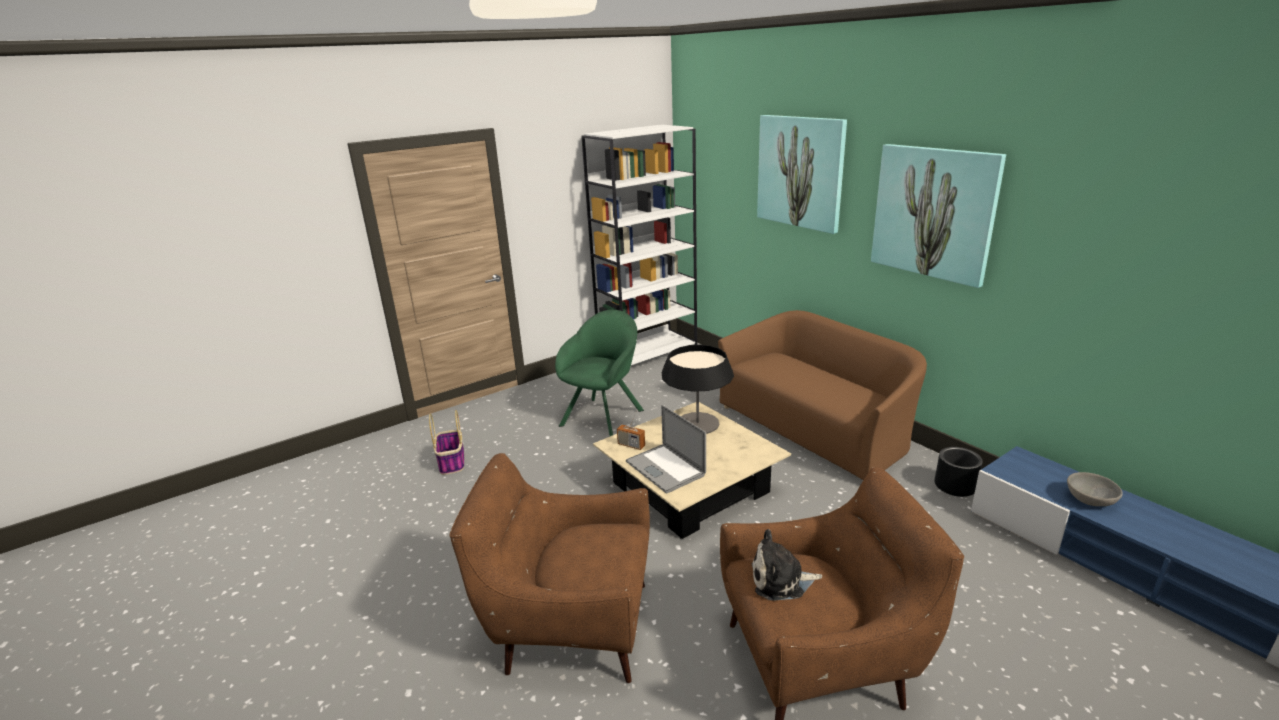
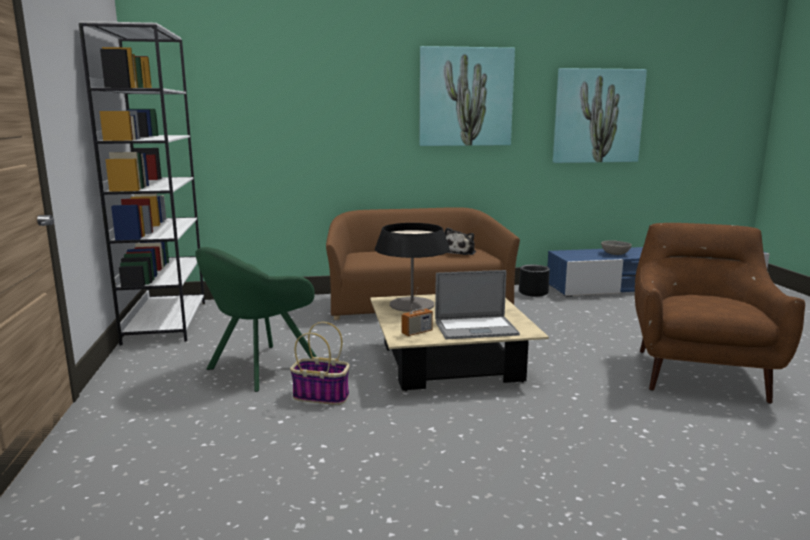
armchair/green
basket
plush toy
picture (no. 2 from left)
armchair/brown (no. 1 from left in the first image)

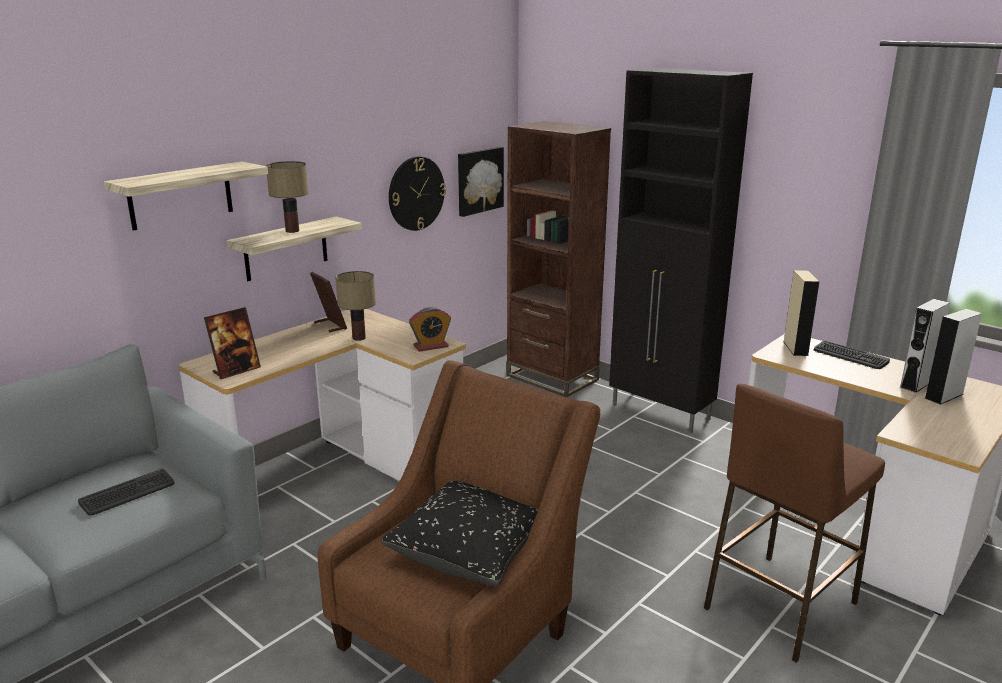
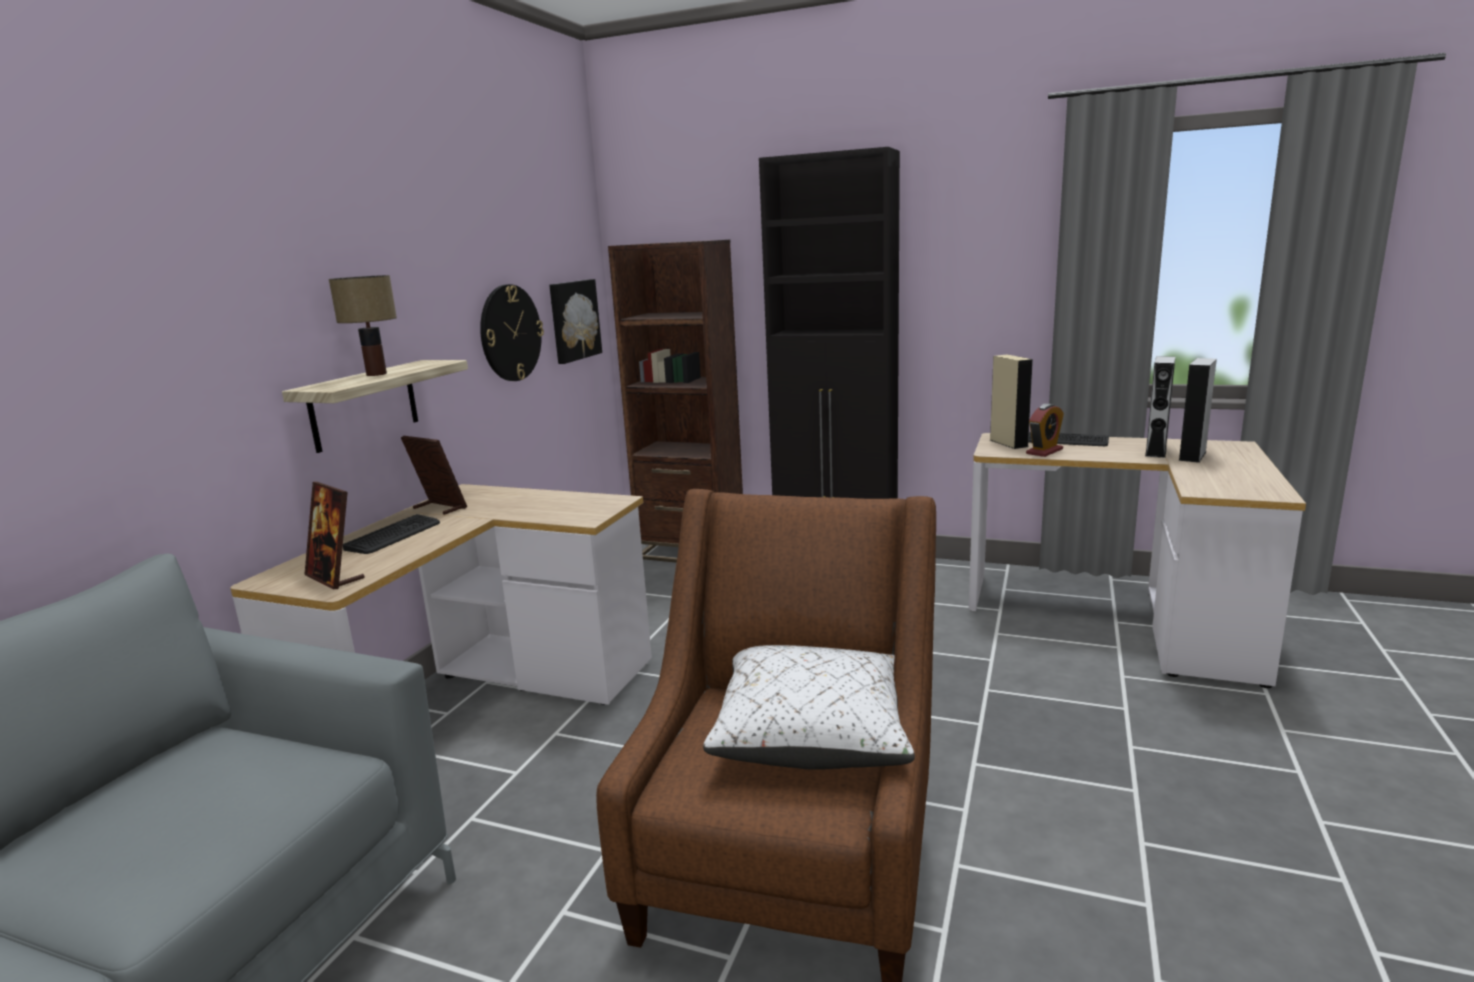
picture frame (no. 1 from left)
keyboard (no. 1 from left)
pillow/white
alarm clock
shelf (no. 1 from left in the first image)
table lamp (no. 2 from left in the first image)
stool/brown

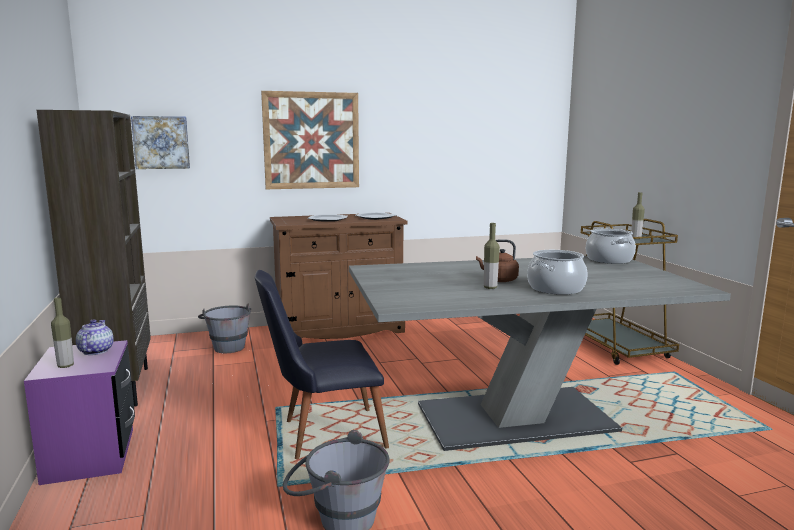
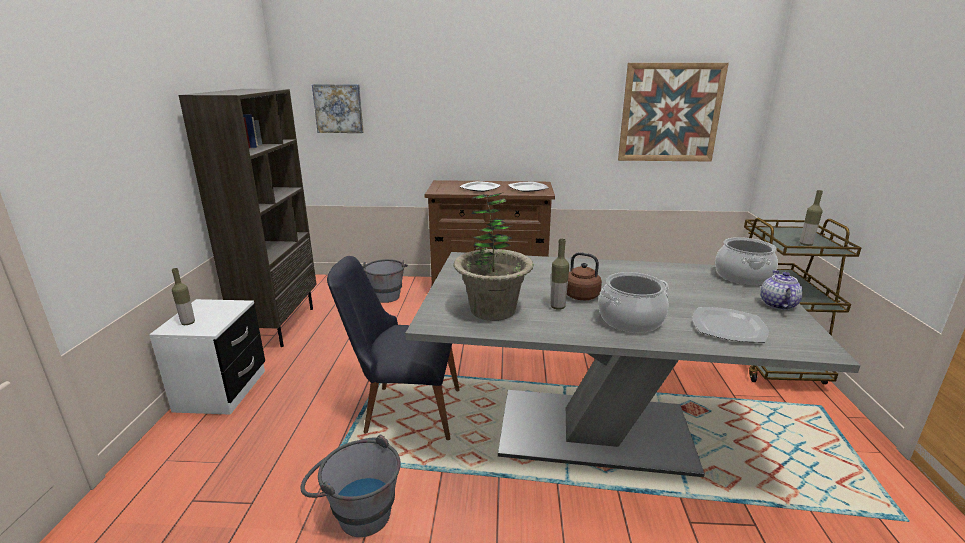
nightstand/white
potted plant
picture (no. 2 from left)
plate (no. 3 from left)
teapot

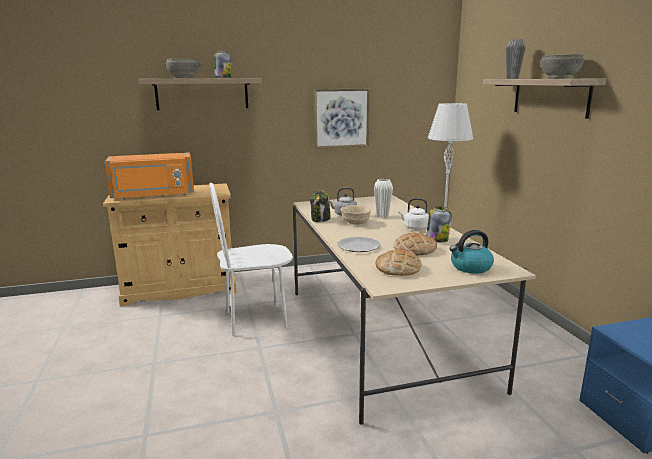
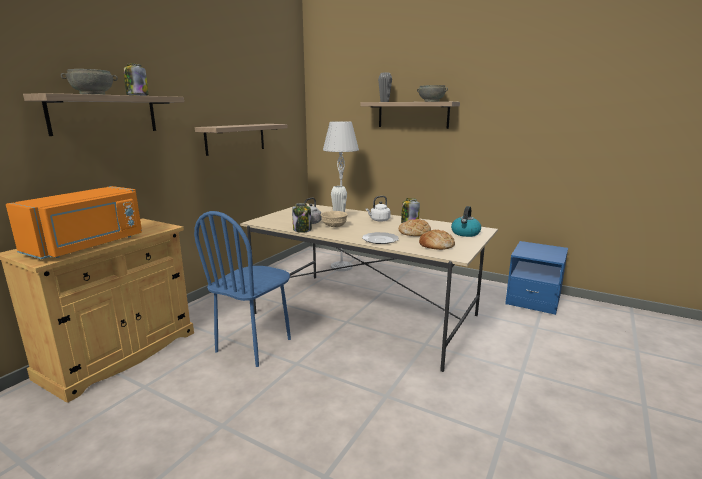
chair/blue
shelf (no. 2 from left)

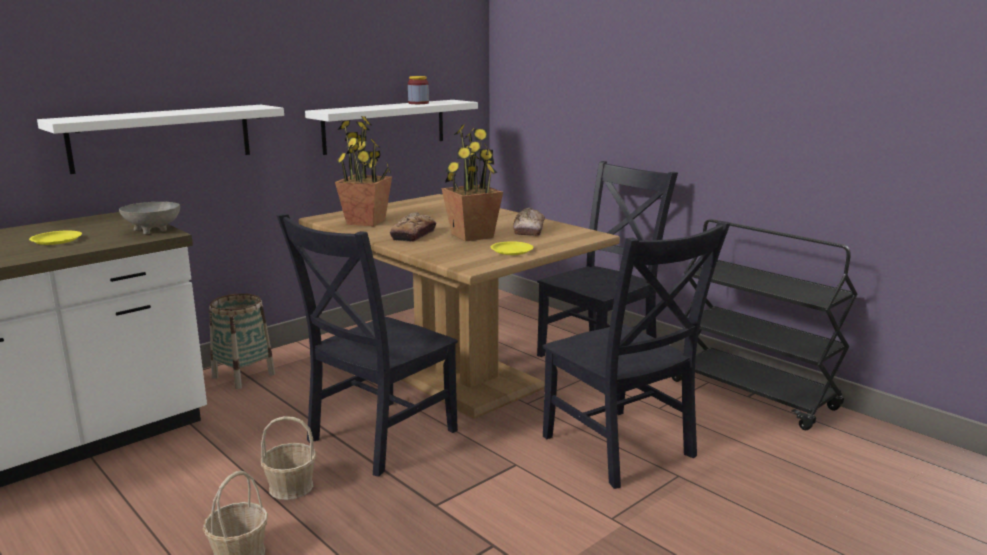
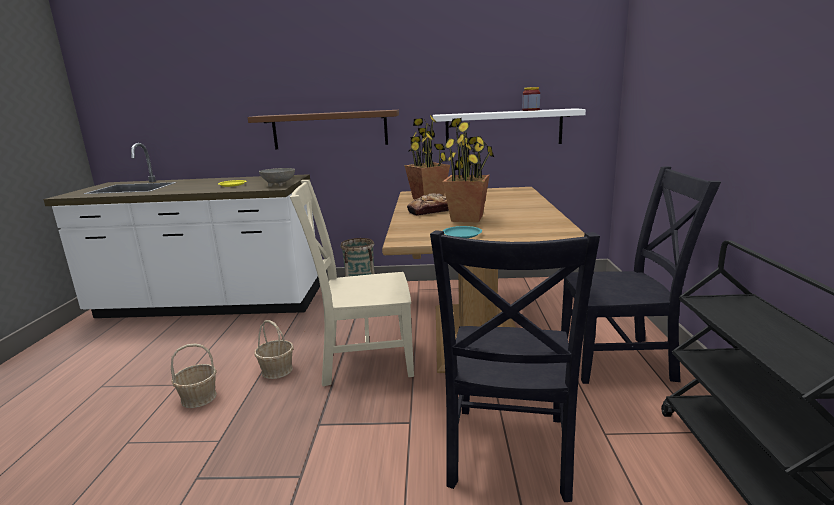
shelf/brown
chair/beige
plate/turquoise
bread (no. 2 from left in the first image)

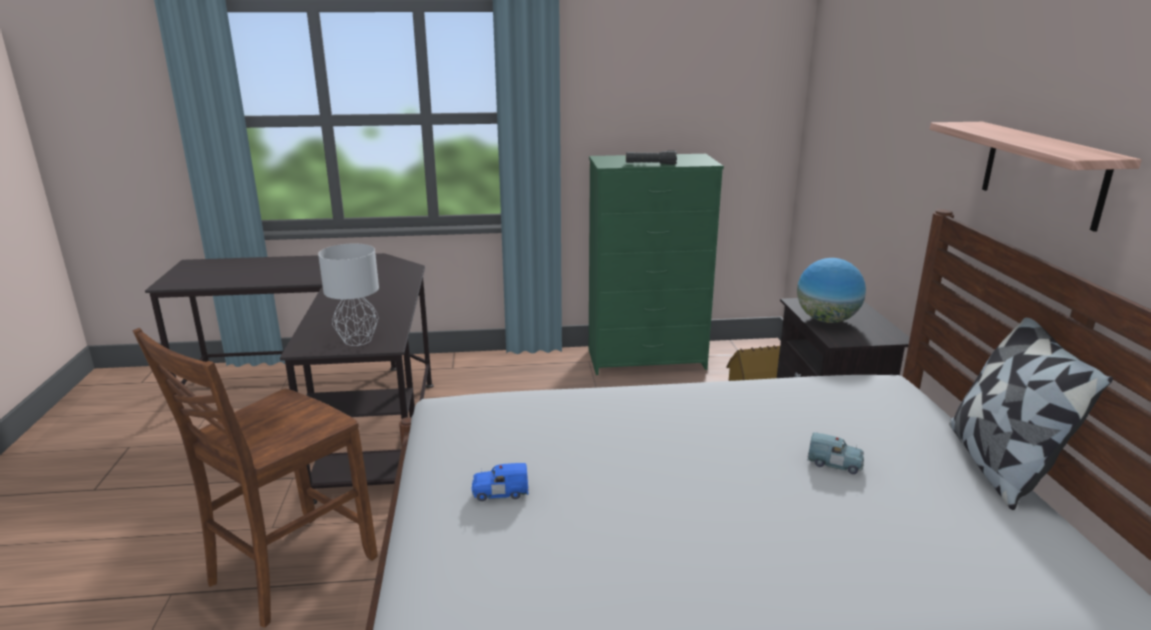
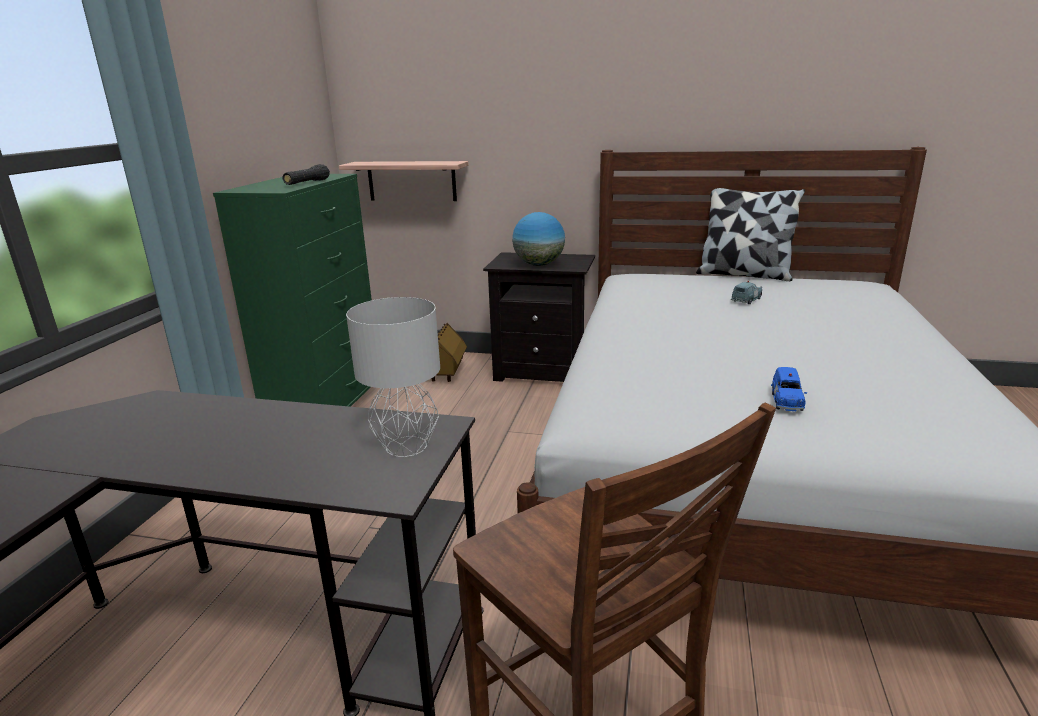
shelf

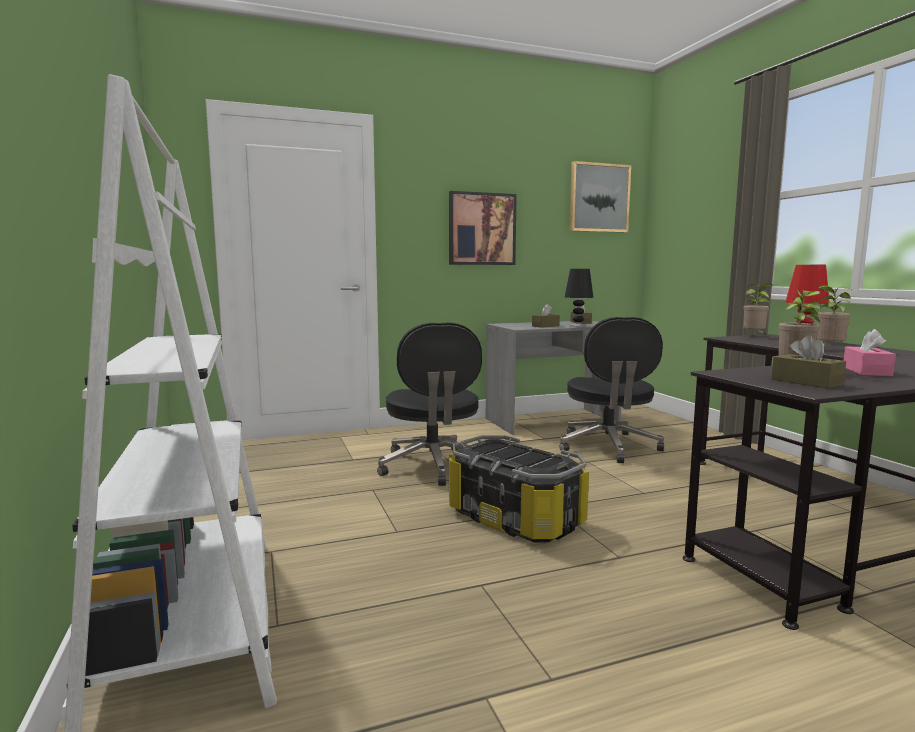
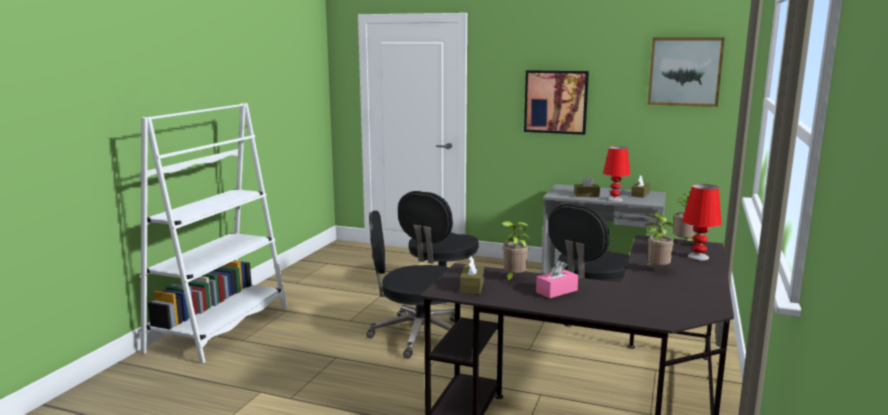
office chair/black (no. 1 from left)
table lamp/red (no. 1 from left)

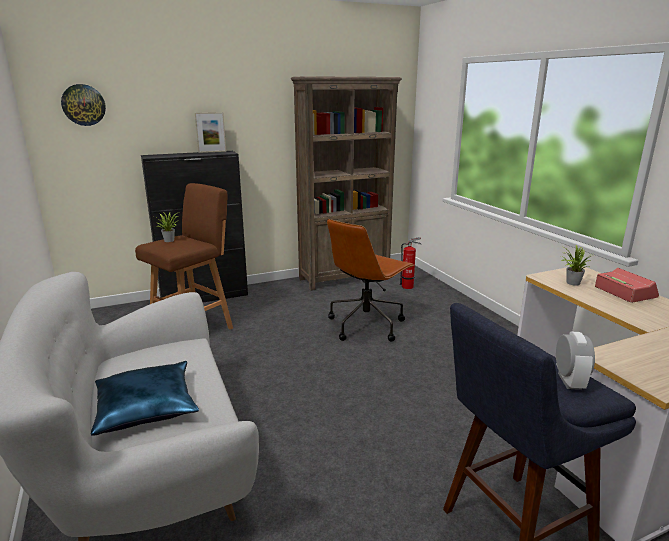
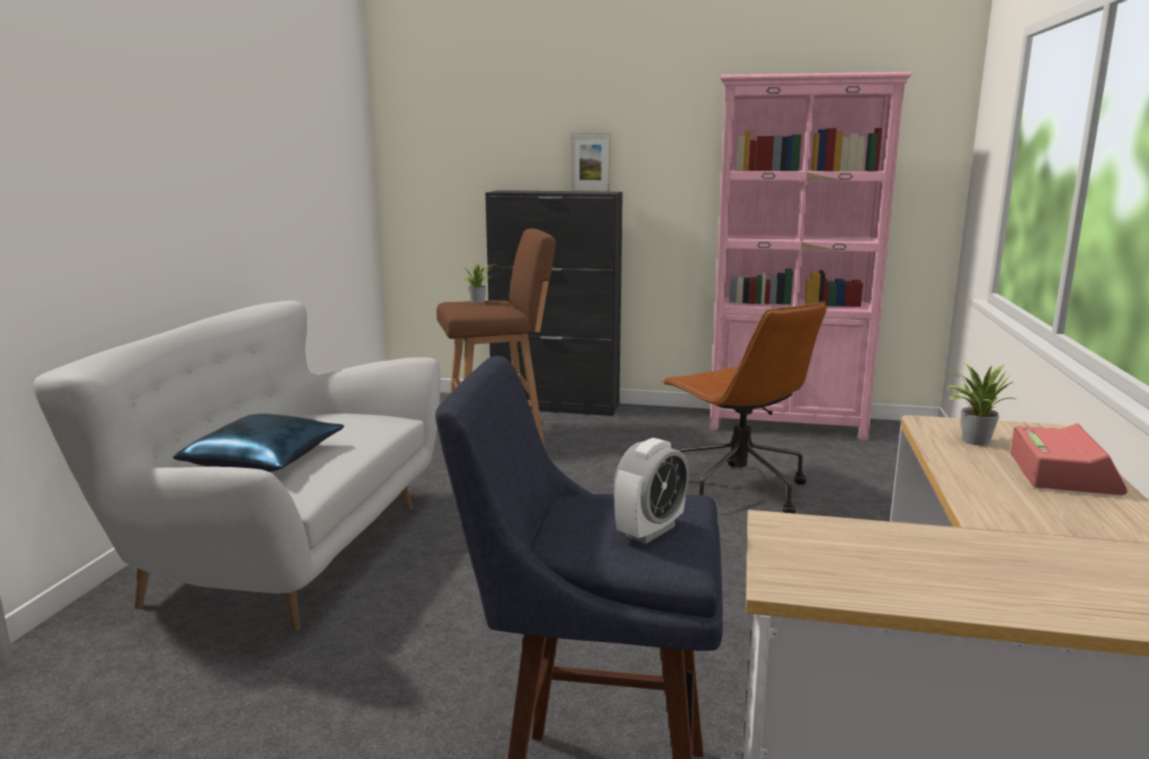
office chair/brown
bookcase/pink
wall clock
fire extinguisher

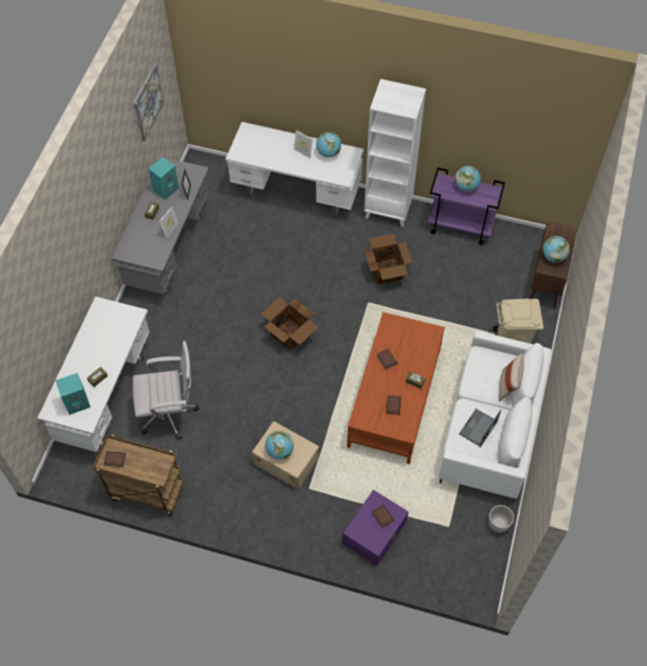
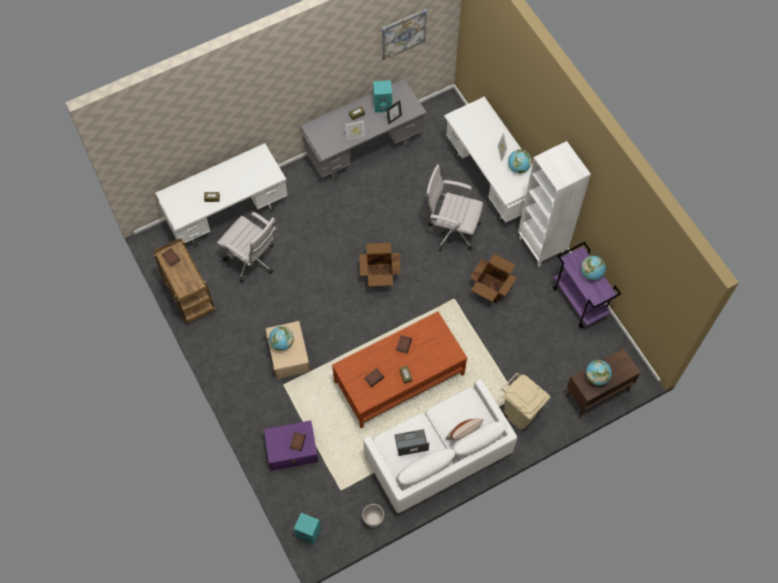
speaker/turquoise (no. 1 from left)
office chair/white (no. 2 from left)

